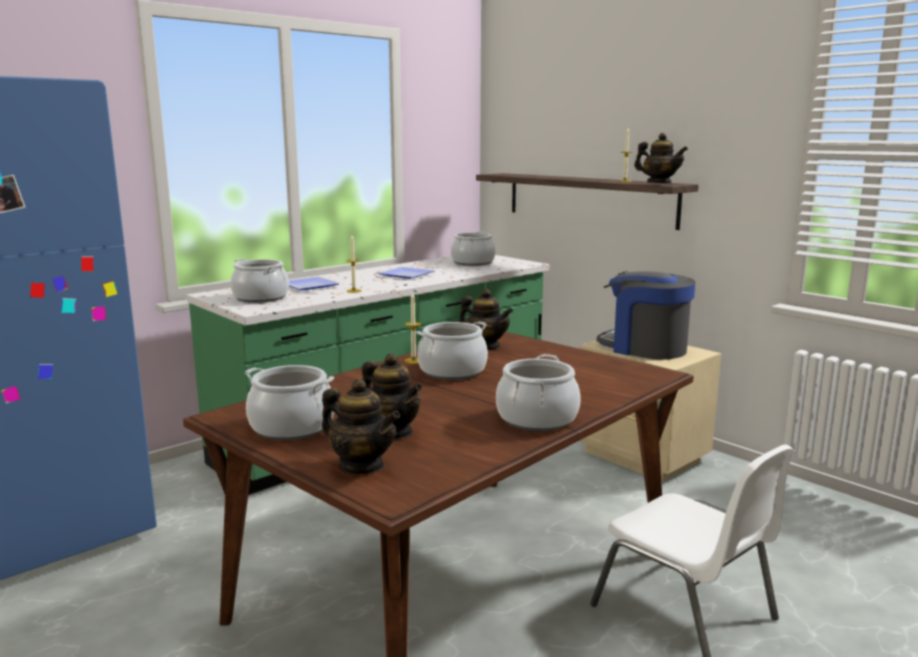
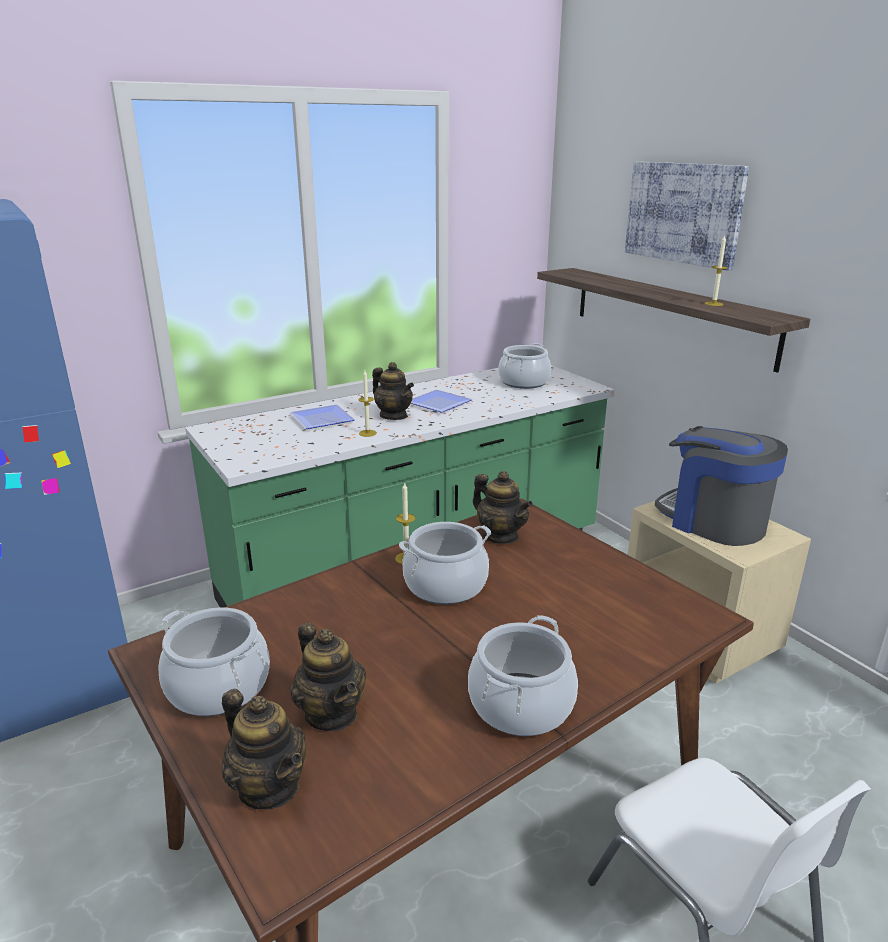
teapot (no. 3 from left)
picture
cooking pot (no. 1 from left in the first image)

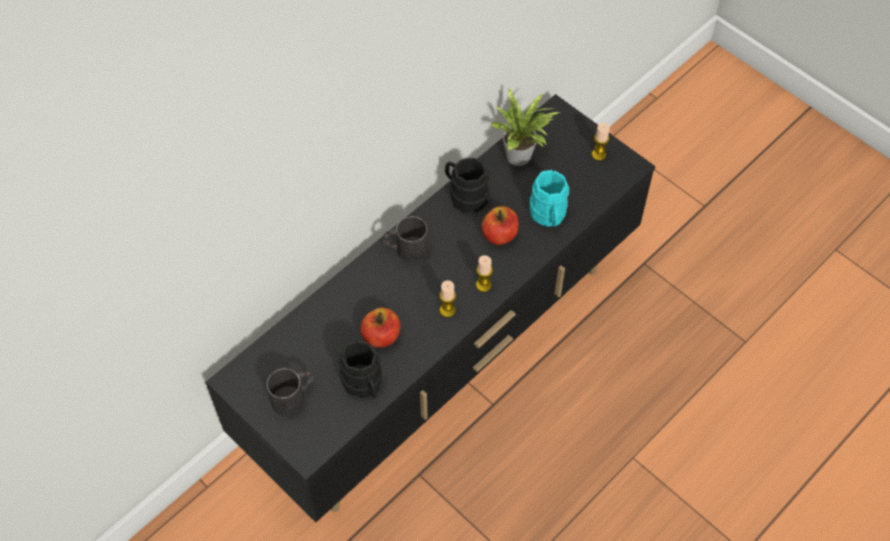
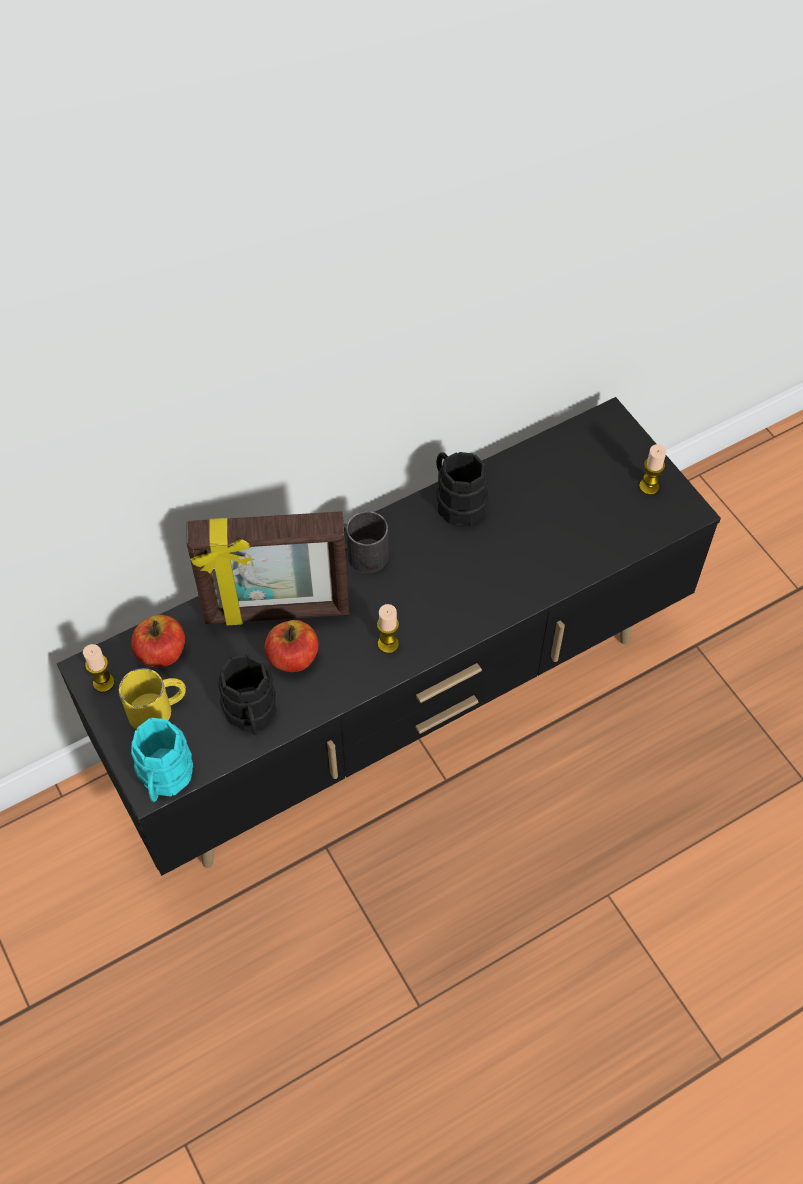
candle (no. 1 from left)
mug/yellow
apple (no. 1 from left)
mug/turquoise
picture frame
potted plant

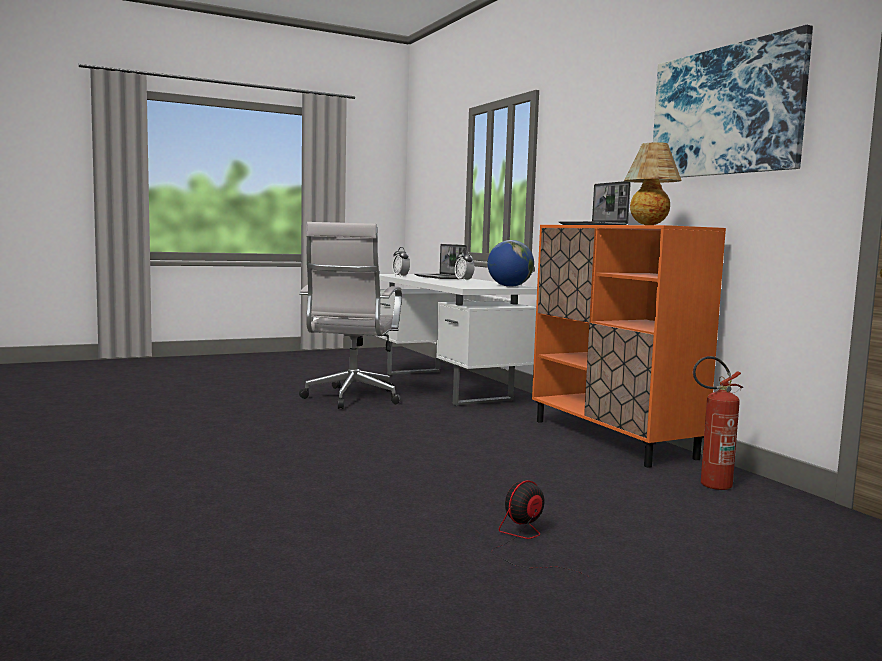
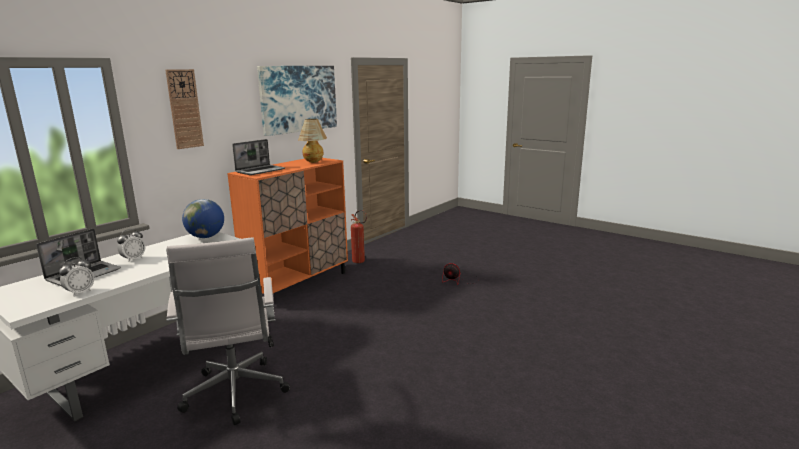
wall clock
office chair/white

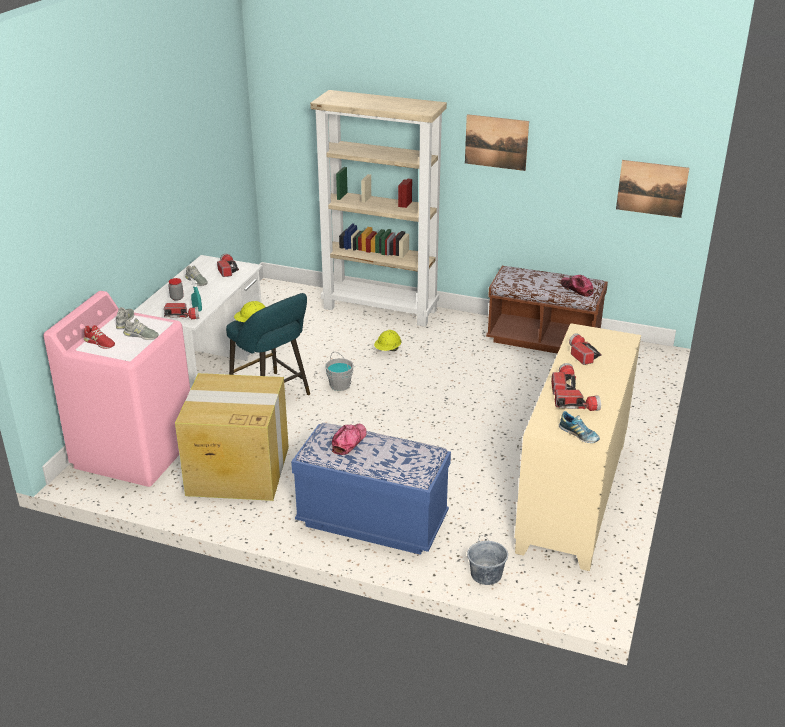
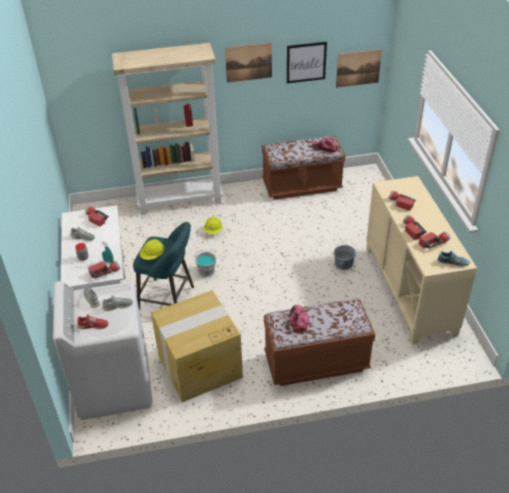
washing machine/white
bench/brown (no. 2 from left)
picture (no. 2 from left)
bucket/grey (no. 2 from left)

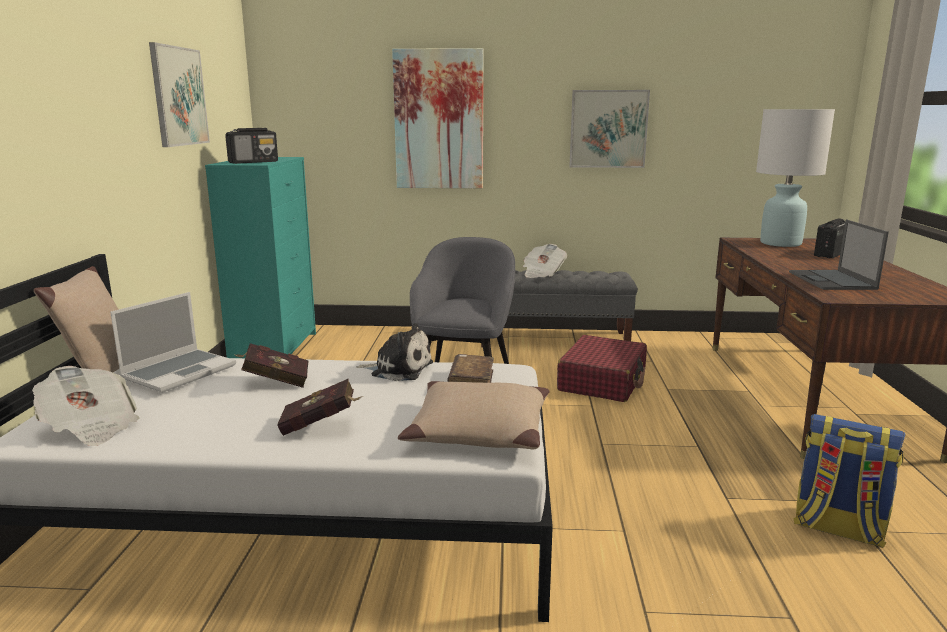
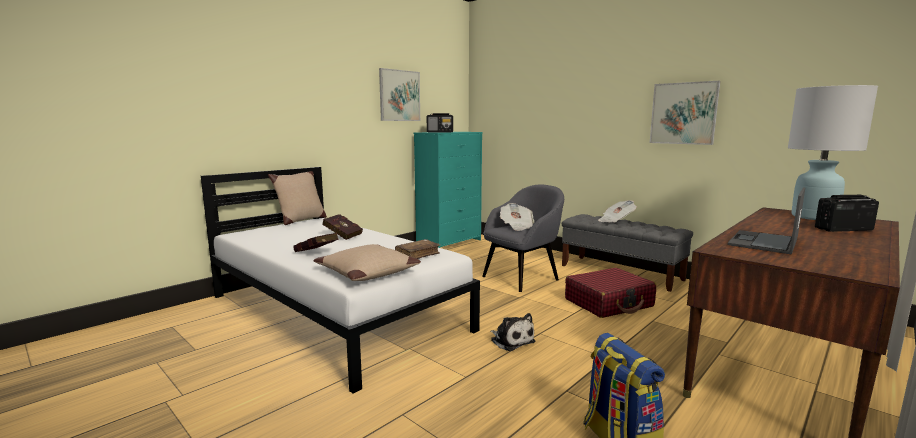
plush toy
newspaper (no. 1 from left)
laptop (no. 1 from left in the first image)
picture (no. 2 from left in the first image)

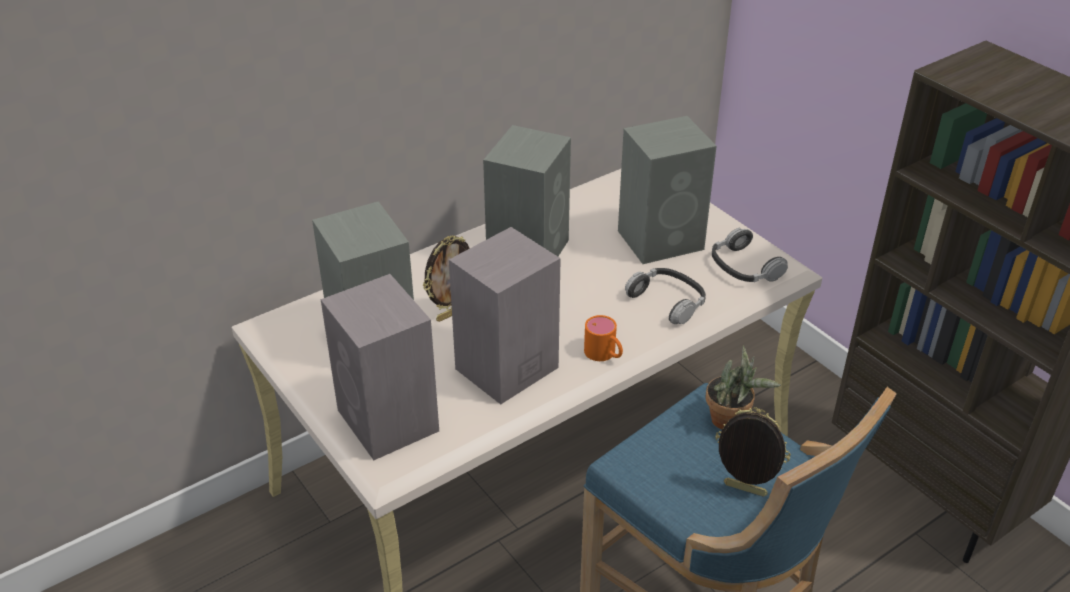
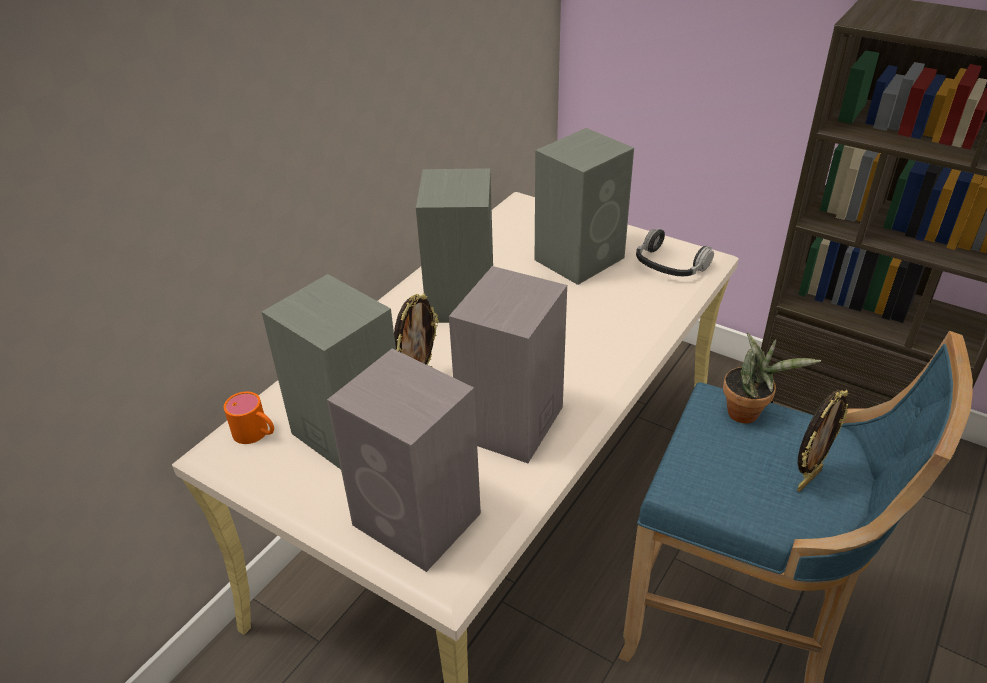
mug/orange
picture frame (no. 2 from left)
headphones (no. 1 from left in the first image)

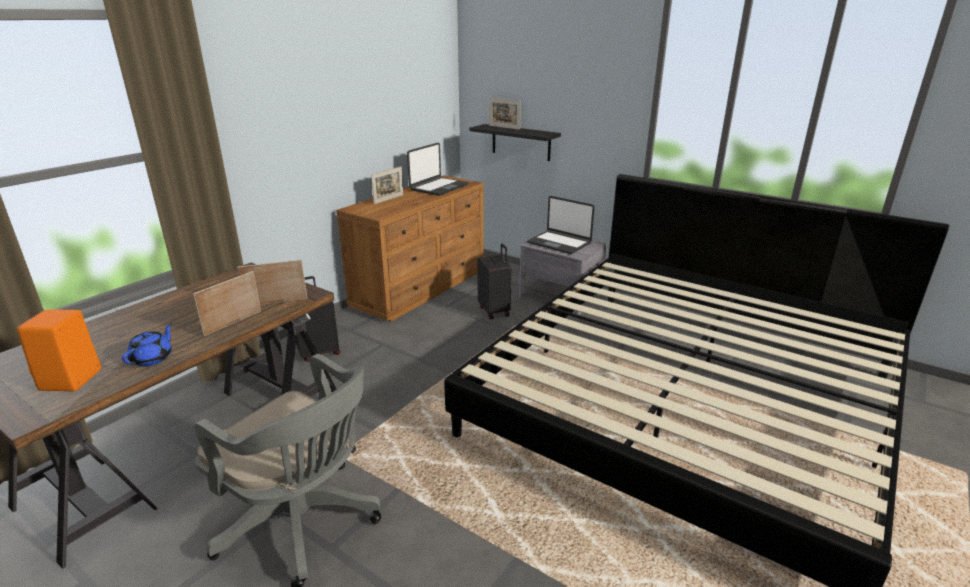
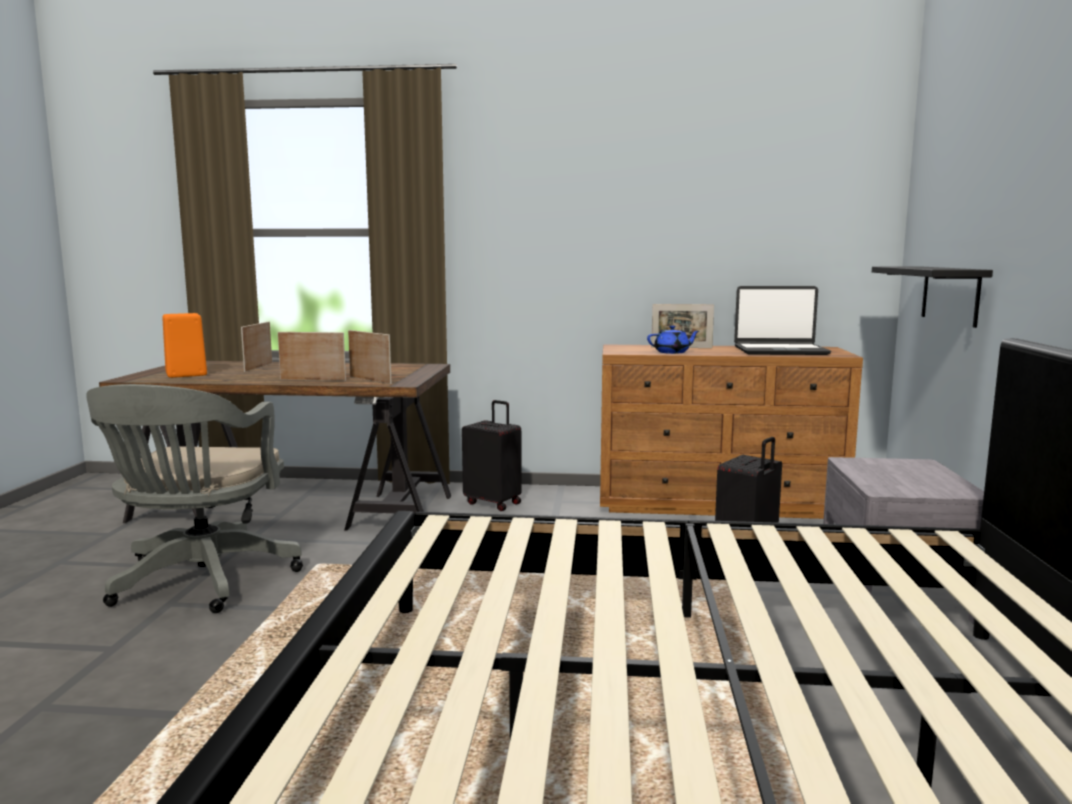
picture frame (no. 1 from left)
teapot/blue
laptop (no. 2 from left in the first image)

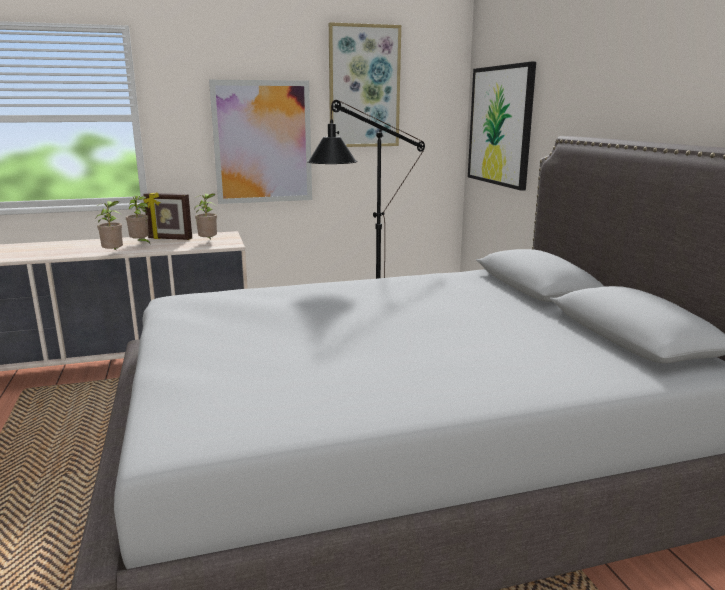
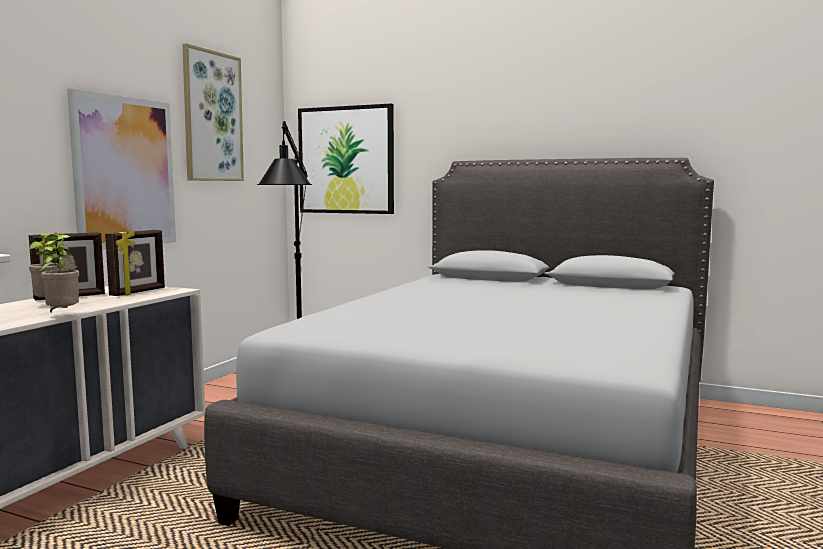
picture frame (no. 2 from left)

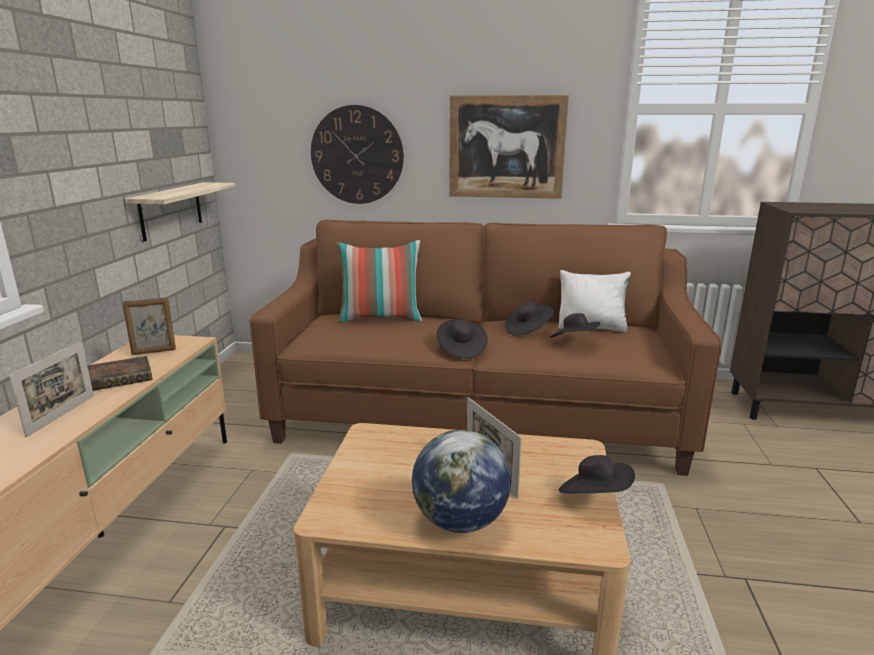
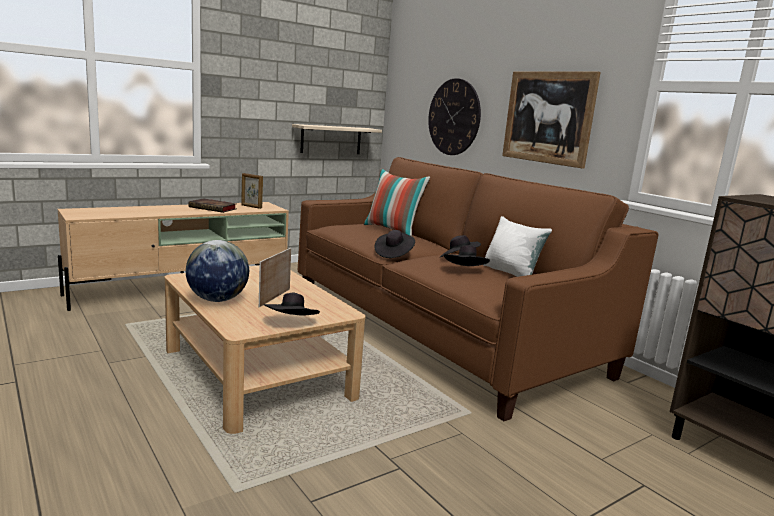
picture frame (no. 1 from left in the first image)

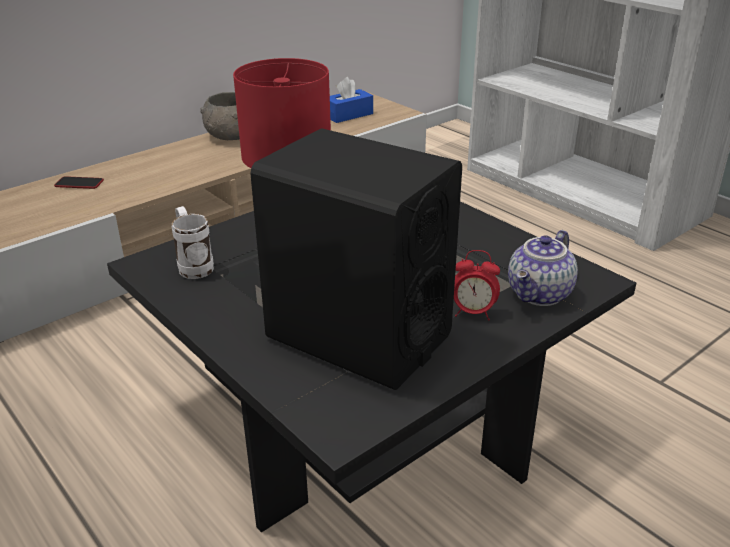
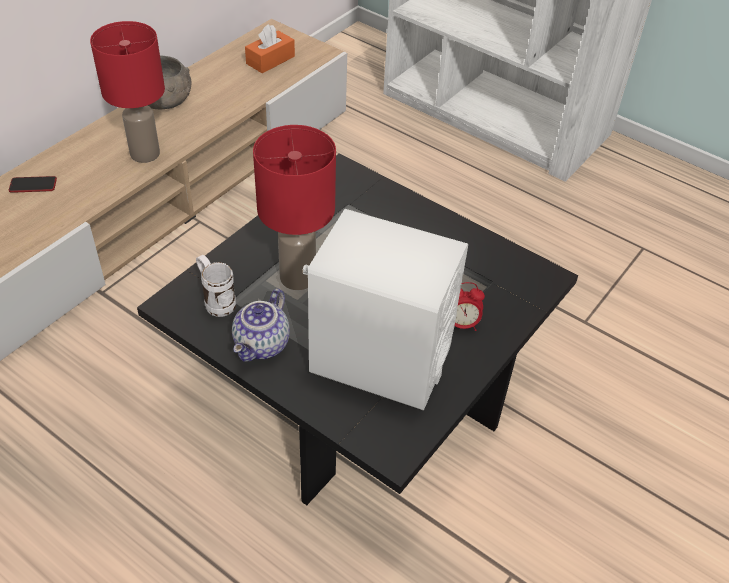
table lamp/red (no. 1 from left)
teapot
tissue box/orange
speaker/white

